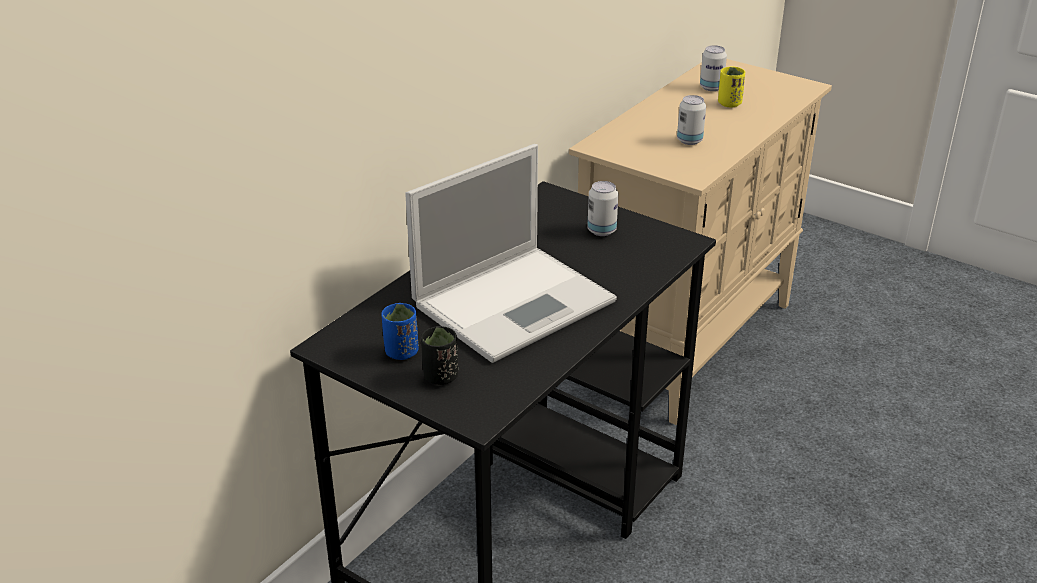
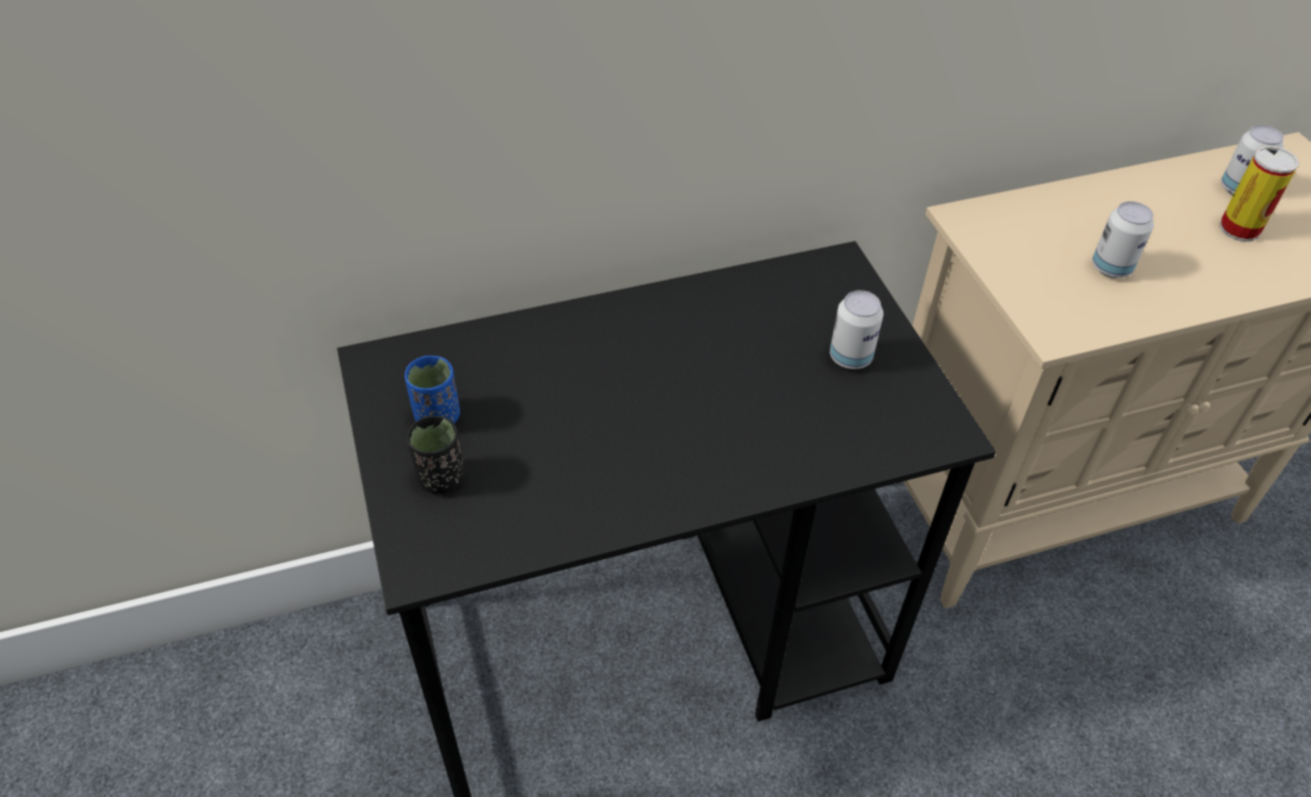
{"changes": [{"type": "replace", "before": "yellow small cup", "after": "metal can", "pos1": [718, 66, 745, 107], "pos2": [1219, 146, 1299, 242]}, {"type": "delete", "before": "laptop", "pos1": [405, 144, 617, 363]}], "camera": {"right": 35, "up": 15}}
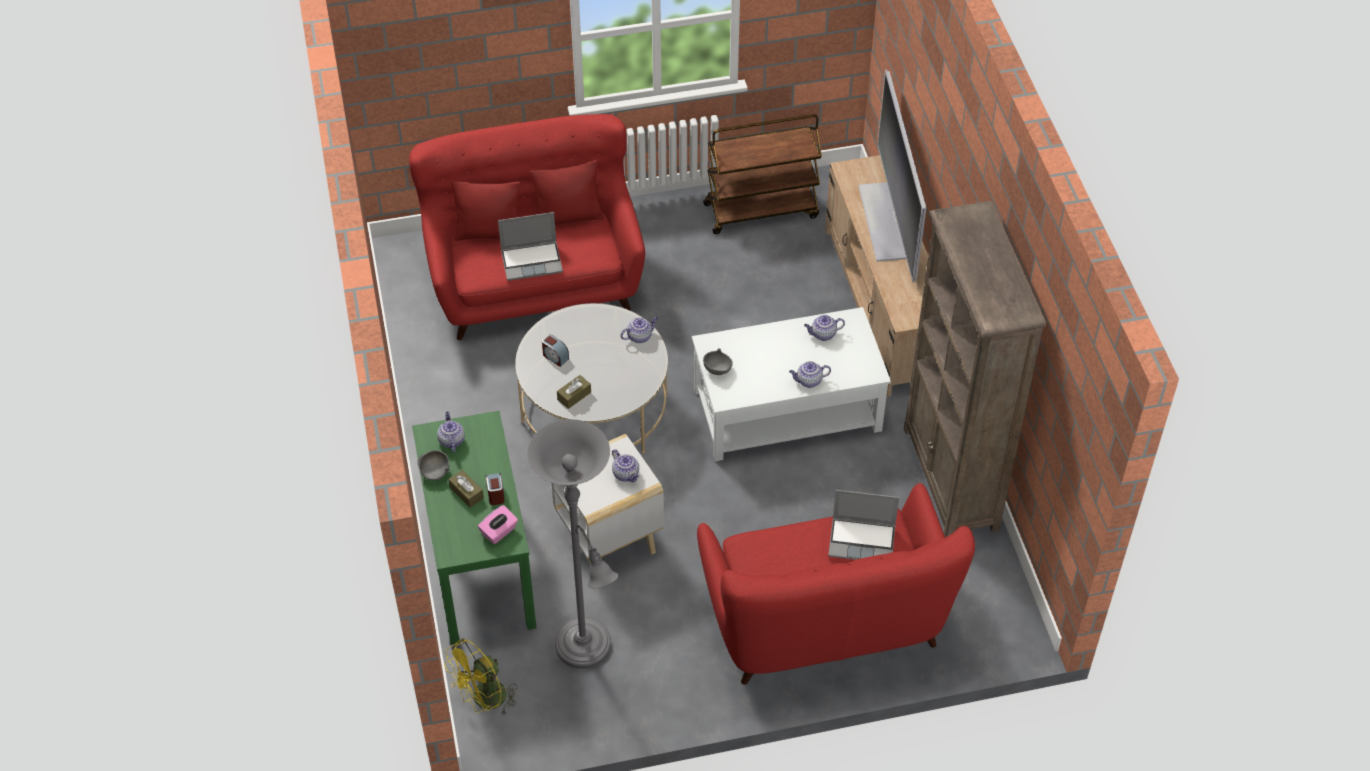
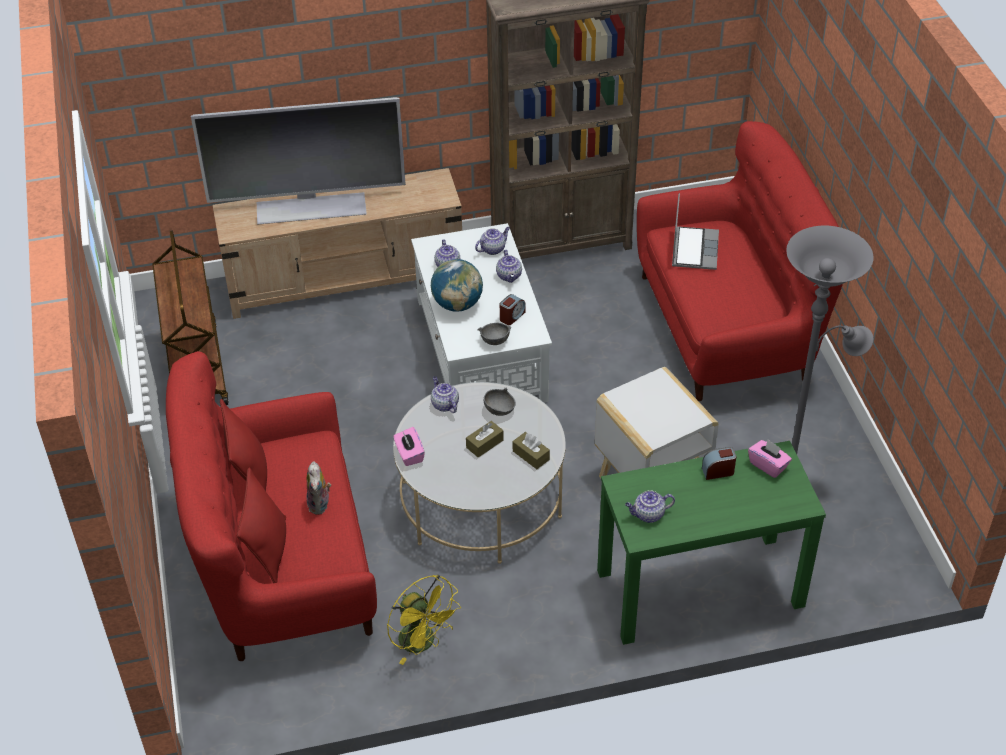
{"changes": [{"type": "replace", "before": "laptop", "after": "soft toy", "pos1": [498, 212, 563, 281], "pos2": [306, 462, 331, 515]}, {"type": "move", "before": "alarm clock", "pos1": [542, 334, 569, 367], "pos2": [500, 294, 526, 325]}, {"type": "move", "before": "teapot", "pos1": [612, 449, 639, 482], "pos2": [475, 227, 510, 255]}, {"type": "move", "before": "grey serving bowl", "pos1": [418, 450, 450, 481], "pos2": [484, 387, 516, 416]}, {"type": "move", "before": "brown-coloured tissue holder", "pos1": [448, 470, 484, 508], "pos2": [466, 421, 504, 458]}, {"type": "move", "before": "yellow fan", "pos1": [444, 638, 517, 717], "pos2": [387, 575, 461, 665]}, {"type": "insert", "after": "desk globe", "pos2": [431, 259, 483, 312]}, {"type": "insert", "after": "pinkish tissue holder", "pos2": [393, 427, 425, 466]}], "camera": {"right": -90, "up": -5}}
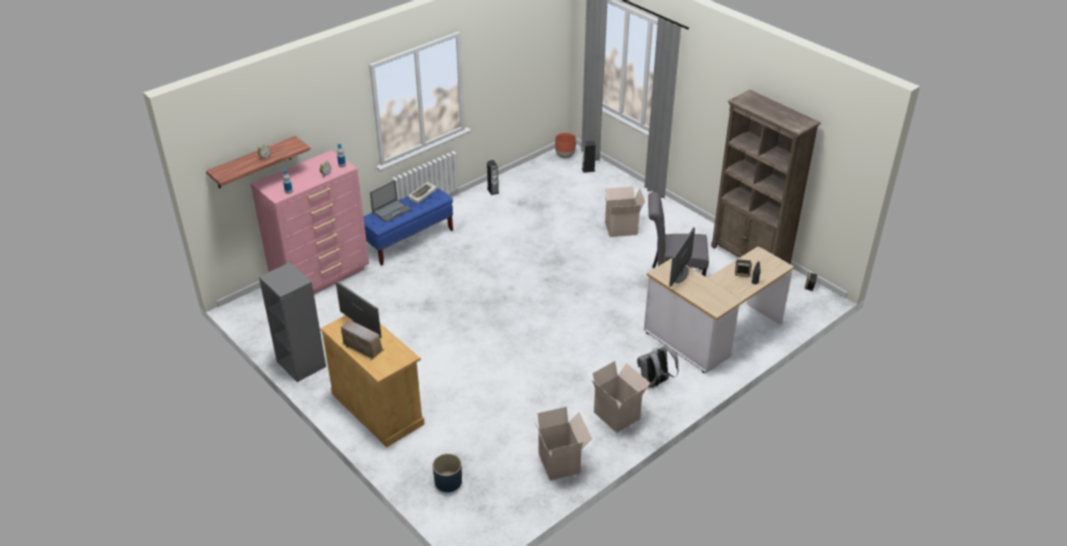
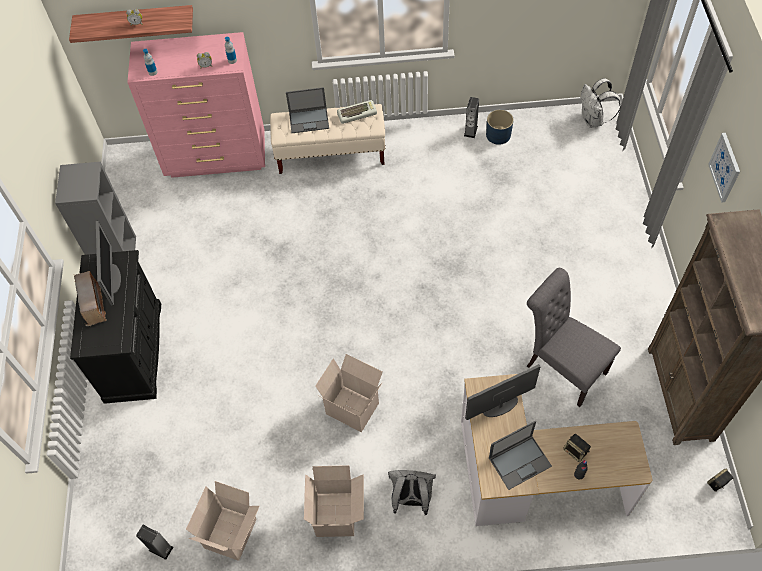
{"changes": [{"type": "replace", "before": "brown-coloured planter", "after": "whitish backpack", "pos1": [555, 133, 576, 158], "pos2": [581, 78, 621, 128]}, {"type": "move", "before": "speaker", "pos1": [582, 141, 596, 173], "pos2": [136, 524, 174, 560]}, {"type": "move", "before": "packing box", "pos1": [602, 187, 645, 237], "pos2": [315, 354, 383, 432]}, {"type": "recolor", "before": "blue indoor bench", "after": "beige indoor bench", "pos1": [363, 188, 453, 266], "pos2": [270, 104, 386, 174]}, {"type": "recolor", "before": "beige storage cabinet", "after": "black-coloured storage cabinet", "pos1": [320, 315, 425, 447], "pos2": [70, 250, 161, 404]}, {"type": "move", "before": "blue planter", "pos1": [433, 454, 462, 492], "pos2": [486, 110, 513, 145]}, {"type": "insert", "after": "picture", "pos2": [708, 133, 740, 203]}, {"type": "insert", "after": "laptop", "pos2": [489, 420, 552, 490]}], "camera": {"right": 40, "up": 20}}
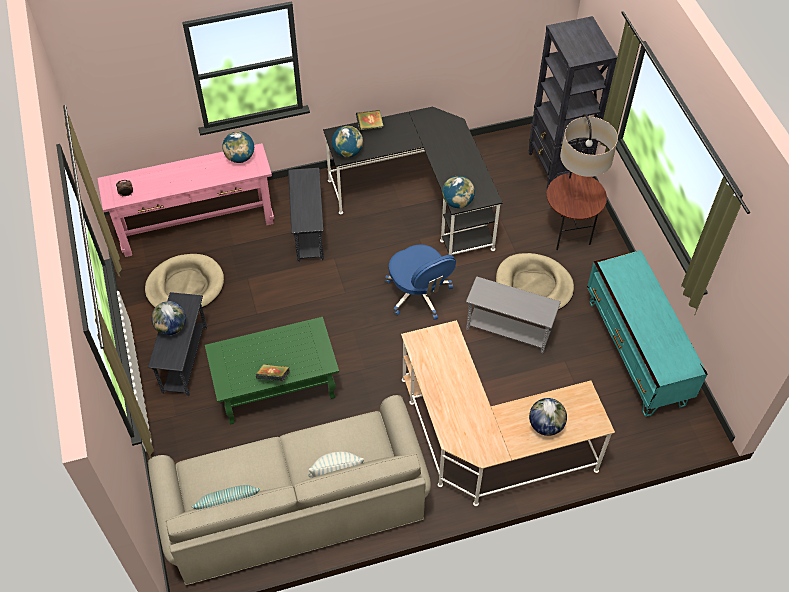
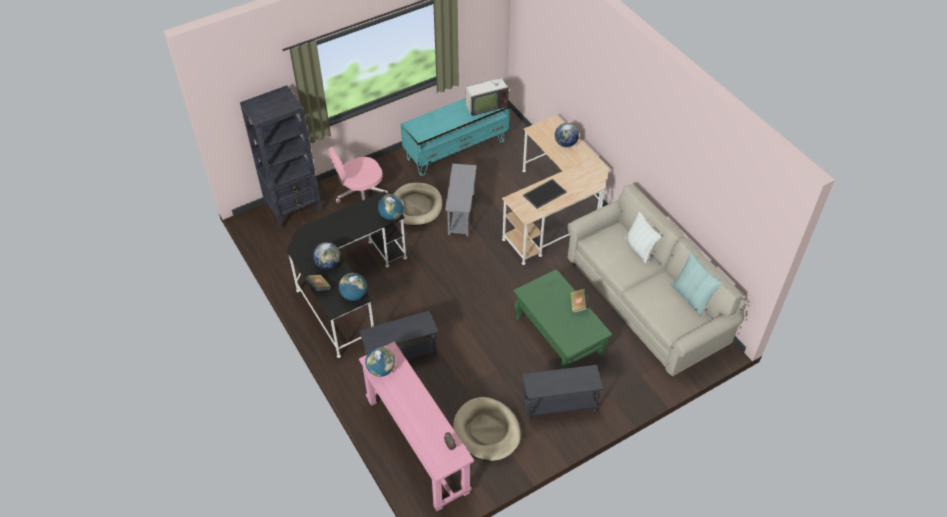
{"changes": [{"type": "replace", "before": "floor lamp", "after": "pinkish desk chair", "pos1": [547, 114, 618, 250], "pos2": [328, 147, 388, 203]}, {"type": "delete", "before": "blue desk chair", "pos1": [385, 244, 456, 320]}, {"type": "move", "before": "desk globe", "pos1": [151, 301, 186, 335], "pos2": [313, 242, 340, 269]}, {"type": "insert", "after": "television", "pos2": [465, 66, 508, 117]}, {"type": "insert", "after": "tray", "pos2": [523, 179, 567, 209]}], "camera": {"right": -105, "up": -5}}
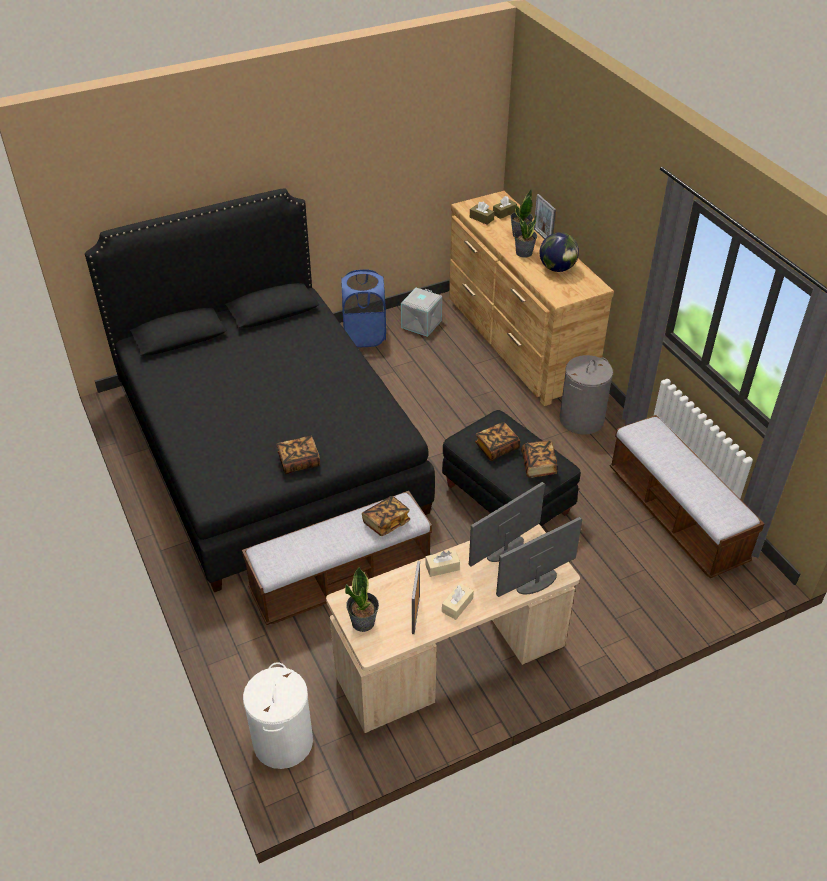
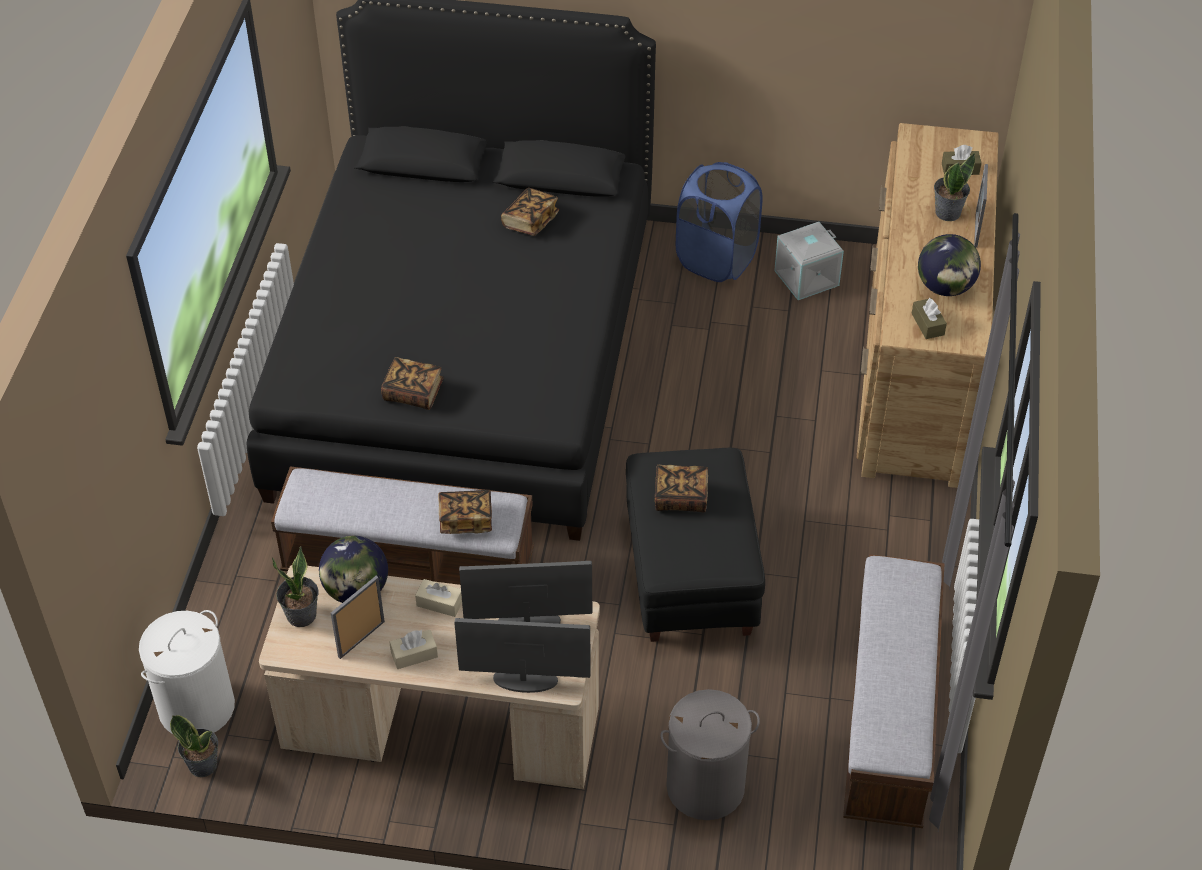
{"changes": [{"type": "move", "before": "brown-coloured tissue holder", "pos1": [470, 202, 494, 224], "pos2": [911, 298, 947, 339]}, {"type": "move", "before": "potted plant", "pos1": [514, 212, 537, 258], "pos2": [170, 715, 218, 777]}, {"type": "move", "before": "grey laundry basket", "pos1": [560, 355, 613, 435], "pos2": [660, 689, 760, 820]}, {"type": "move", "before": "bound book", "pos1": [521, 441, 557, 478], "pos2": [501, 188, 559, 236]}, {"type": "insert", "after": "desk globe", "pos2": [319, 535, 388, 603]}], "camera": {"right": 35, "up": 5}}
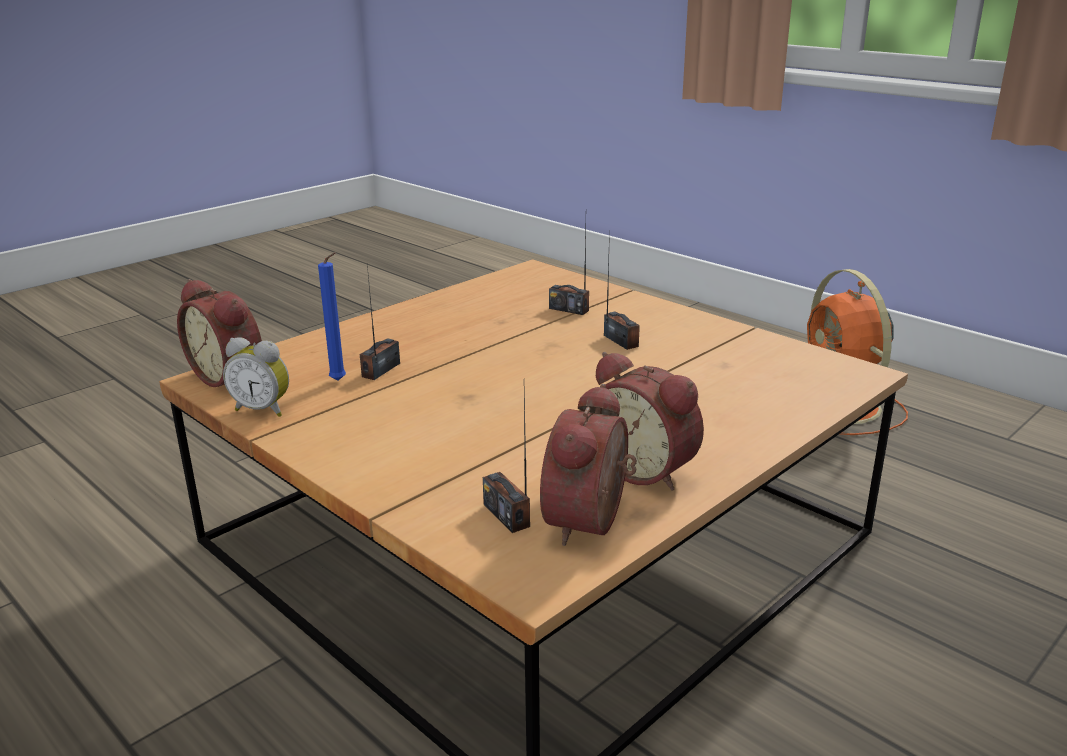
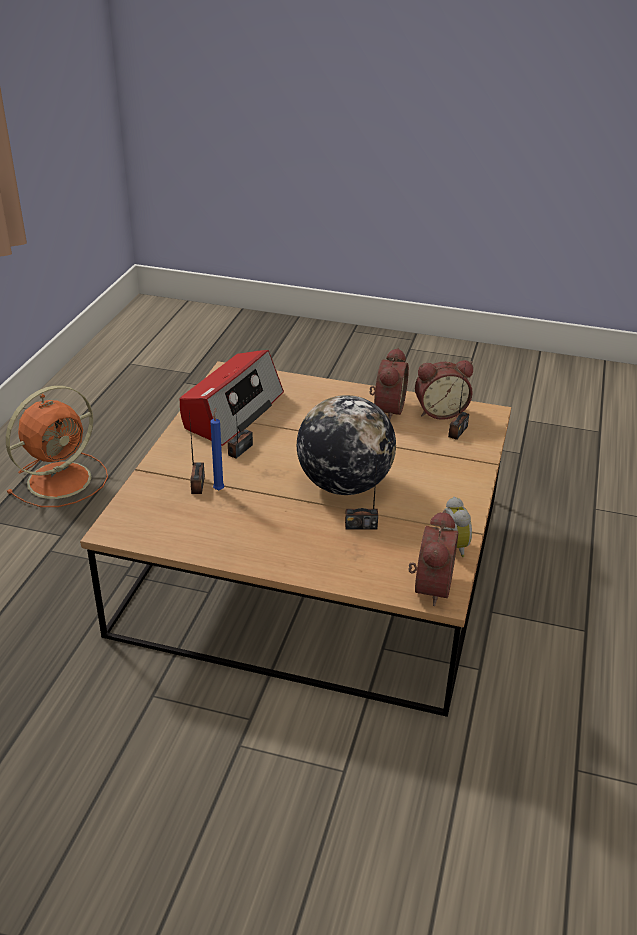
{"changes": [{"type": "move", "before": "blue wax candle", "pos1": [318, 252, 346, 381], "pos2": [210, 408, 224, 490]}, {"type": "insert", "after": "radio receiver", "pos2": [180, 350, 284, 446]}, {"type": "insert", "after": "desk globe", "pos2": [297, 395, 396, 495]}], "camera": {"right": -120, "up": 10}}
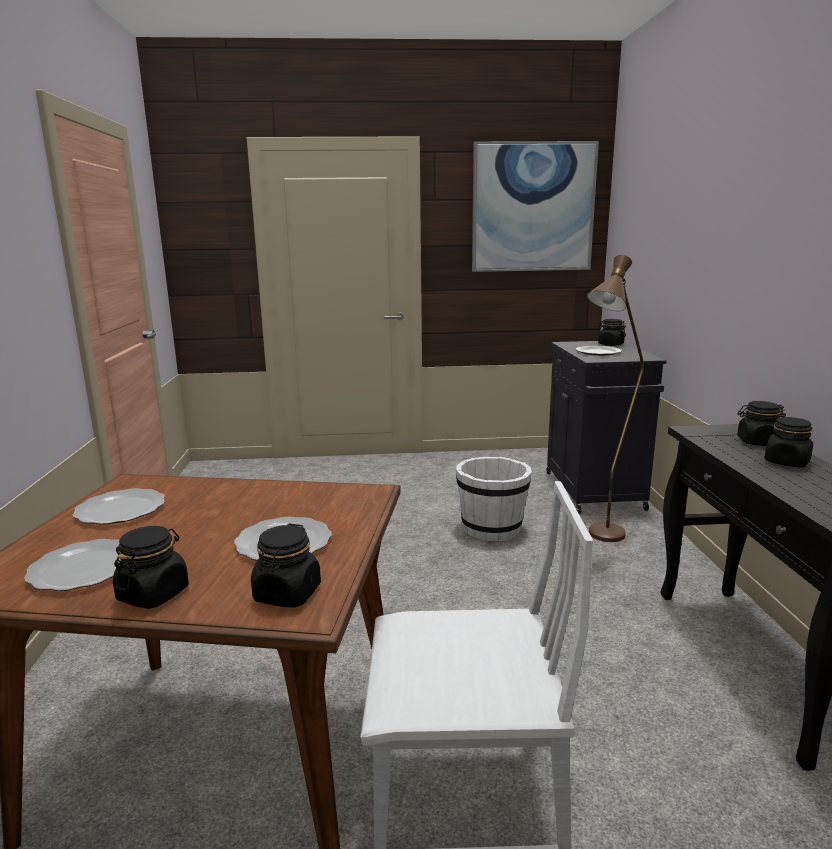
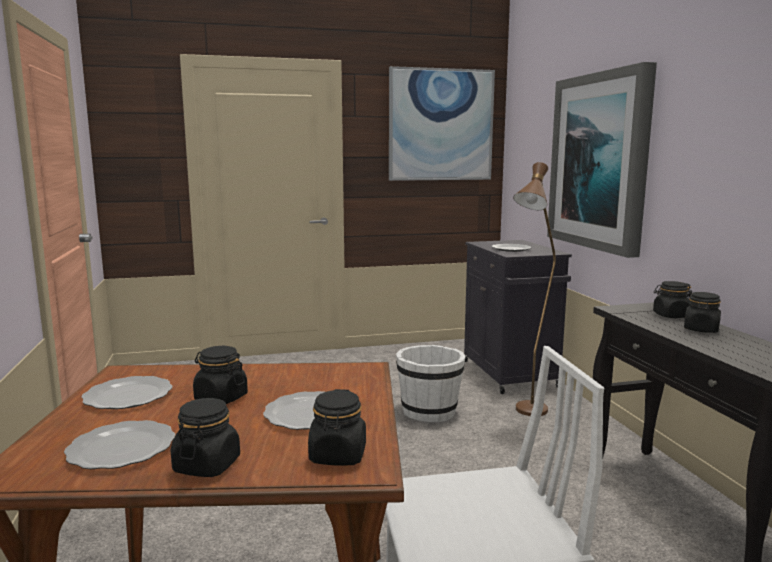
{"changes": [{"type": "move", "before": "black-coloured storage jar", "pos1": [598, 319, 626, 346], "pos2": [193, 346, 248, 404]}, {"type": "insert", "after": "picture", "pos2": [547, 62, 657, 258]}], "camera": {"right": -10, "up": -5}}
